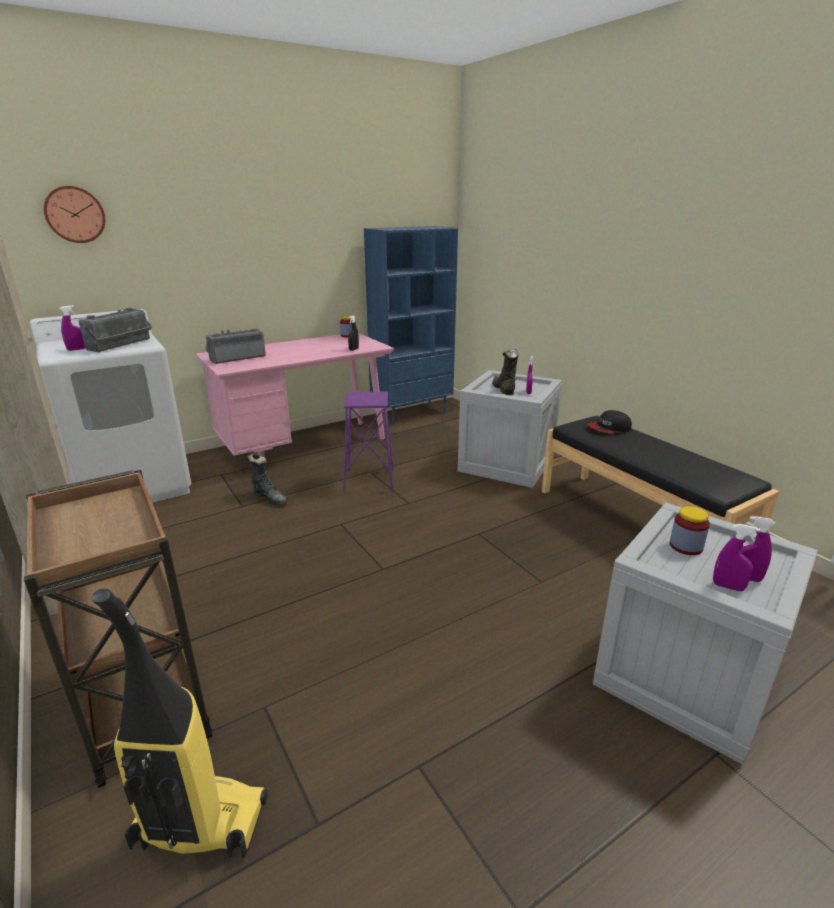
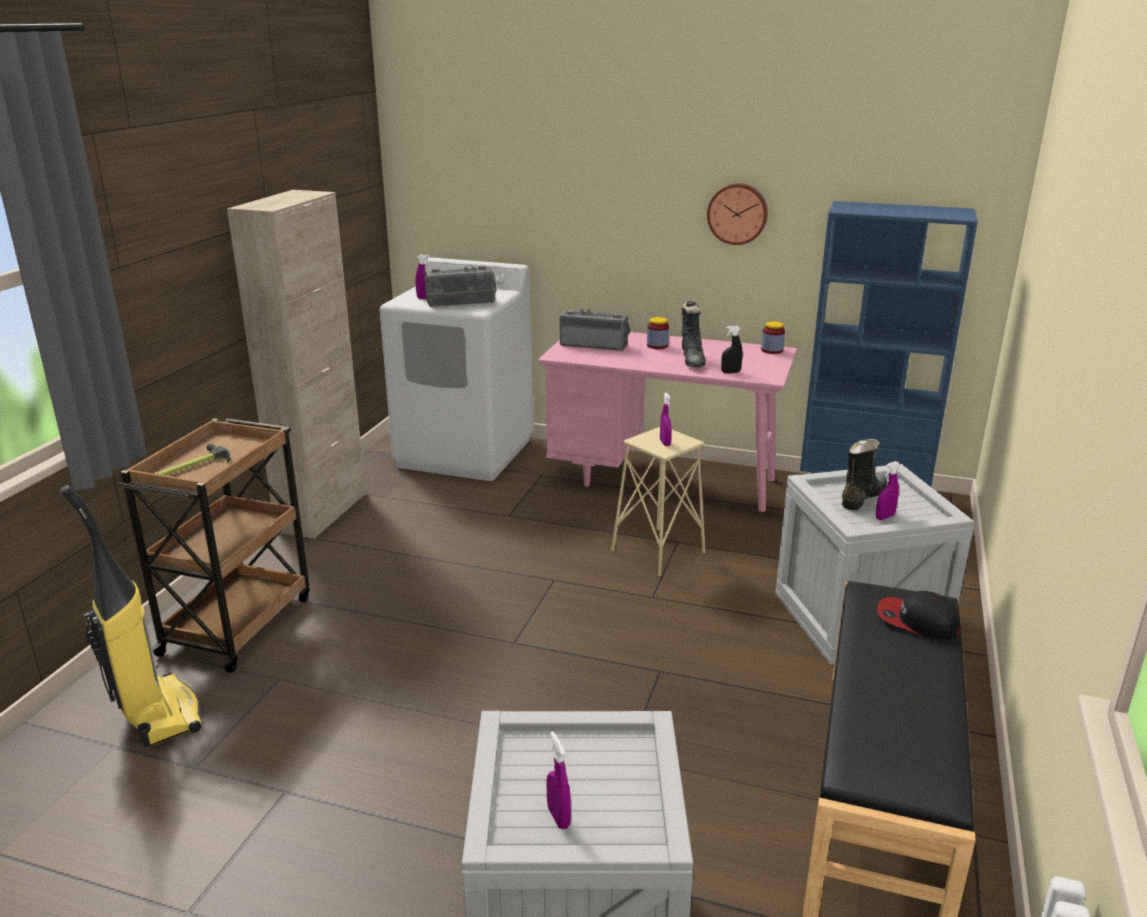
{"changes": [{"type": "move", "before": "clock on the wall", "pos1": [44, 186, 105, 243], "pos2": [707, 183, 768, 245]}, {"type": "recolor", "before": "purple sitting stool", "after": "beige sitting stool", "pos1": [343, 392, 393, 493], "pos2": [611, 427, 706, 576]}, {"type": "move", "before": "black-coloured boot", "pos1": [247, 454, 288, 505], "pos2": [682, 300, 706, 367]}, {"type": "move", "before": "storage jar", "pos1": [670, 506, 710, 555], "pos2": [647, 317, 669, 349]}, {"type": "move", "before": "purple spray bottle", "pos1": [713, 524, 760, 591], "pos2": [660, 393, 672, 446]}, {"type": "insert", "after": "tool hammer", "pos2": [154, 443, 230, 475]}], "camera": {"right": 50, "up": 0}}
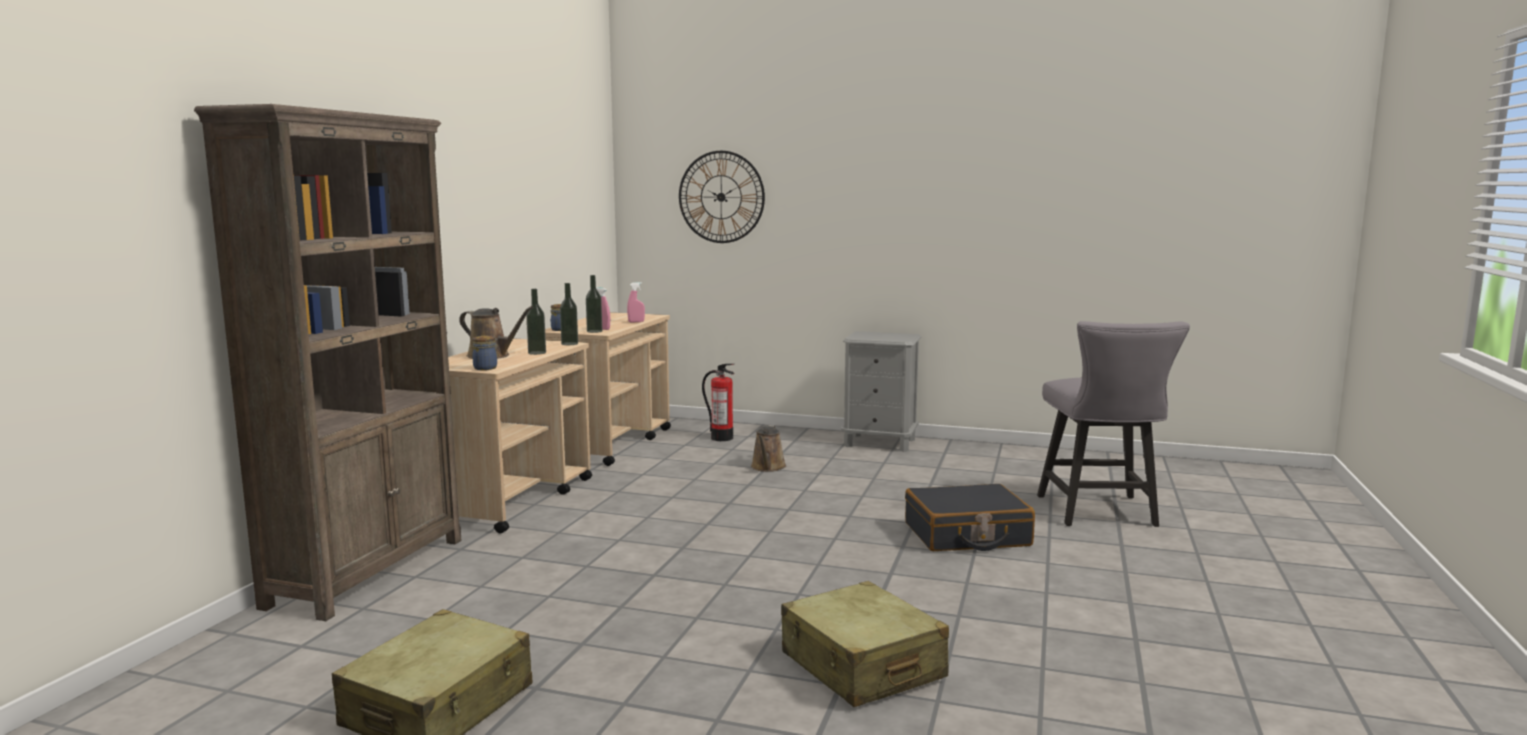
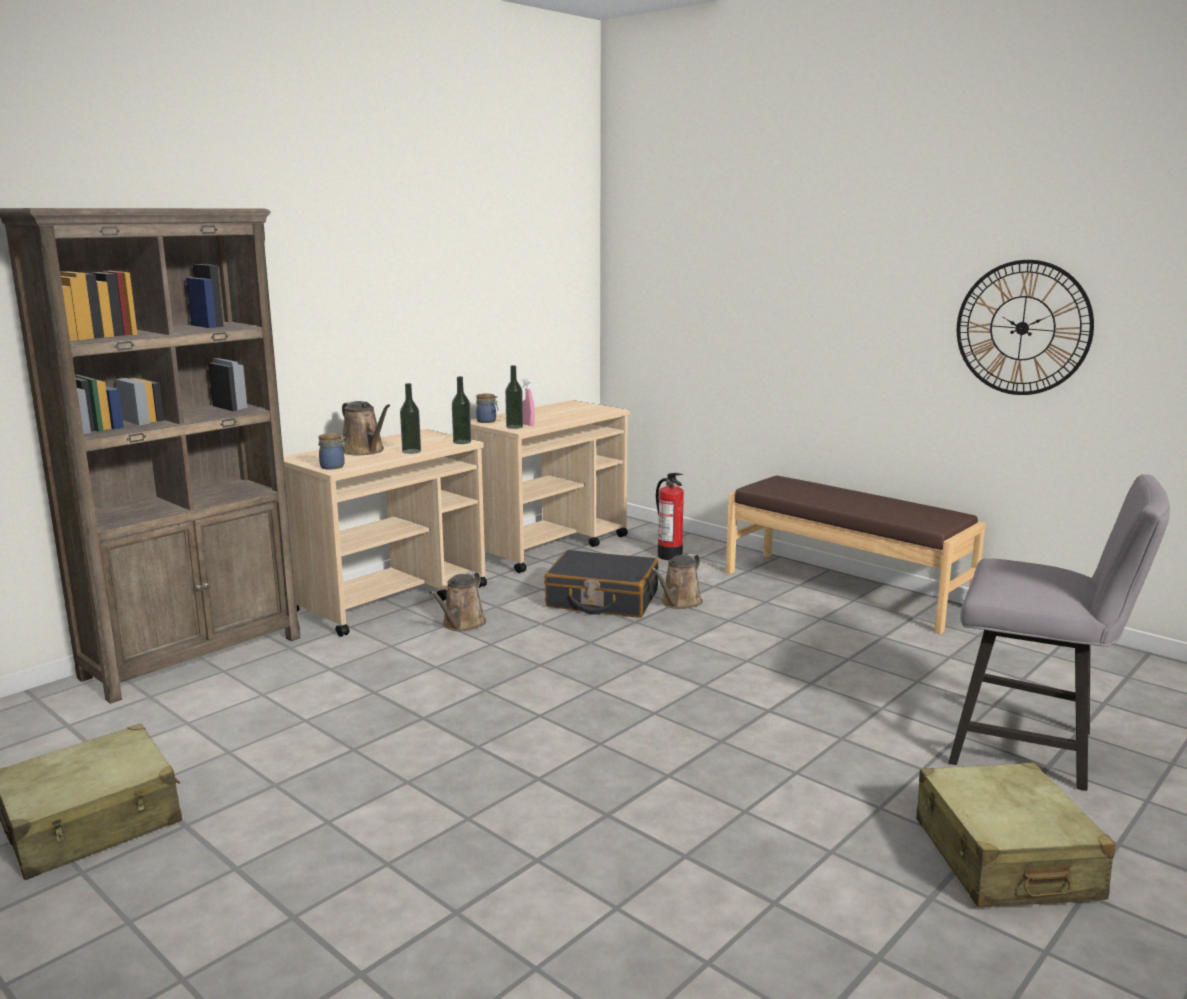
{"changes": [{"type": "move", "before": "clock on the wall", "pos1": [679, 151, 765, 243], "pos2": [957, 260, 1094, 395]}, {"type": "delete", "before": "pinkish spray bottle", "pos1": [627, 282, 645, 323]}, {"type": "rotate", "before": "grey upright chair", "pos1": [1037, 321, 1190, 527], "pos2": [949, 474, 1170, 791], "turn": -90}, {"type": "replace", "before": "grey bedside table", "after": "brown-coloured indoor bench", "pos1": [841, 331, 921, 452], "pos2": [726, 475, 986, 634]}, {"type": "move", "before": "black-coloured suitcase", "pos1": [905, 484, 1035, 551], "pos2": [544, 550, 658, 618]}, {"type": "move", "before": "beige suitcase", "pos1": [781, 581, 949, 707], "pos2": [916, 762, 1116, 907]}, {"type": "insert", "after": "brown-coloured sprinkling can", "pos2": [429, 571, 486, 631]}], "camera": {"right": 25, "up": 5}}
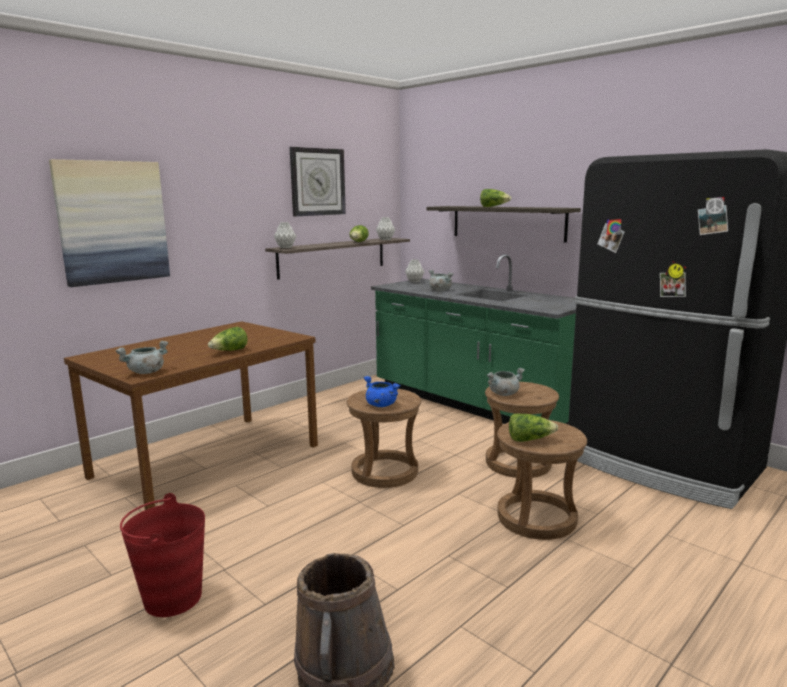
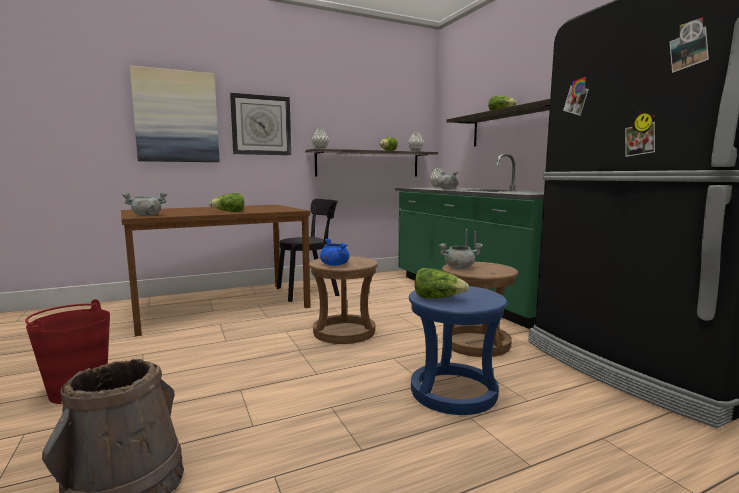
{"changes": [{"type": "move", "before": "clock on the wall", "pos1": [290, 147, 346, 216], "pos2": [230, 93, 291, 155]}, {"type": "recolor", "before": "brown-coloured sitting stool", "after": "blue sitting stool", "pos1": [497, 420, 587, 540], "pos2": [409, 286, 507, 415]}, {"type": "insert", "after": "black-coloured upright chair", "pos2": [277, 199, 340, 302]}], "camera": {"right": 20, "up": -5}}
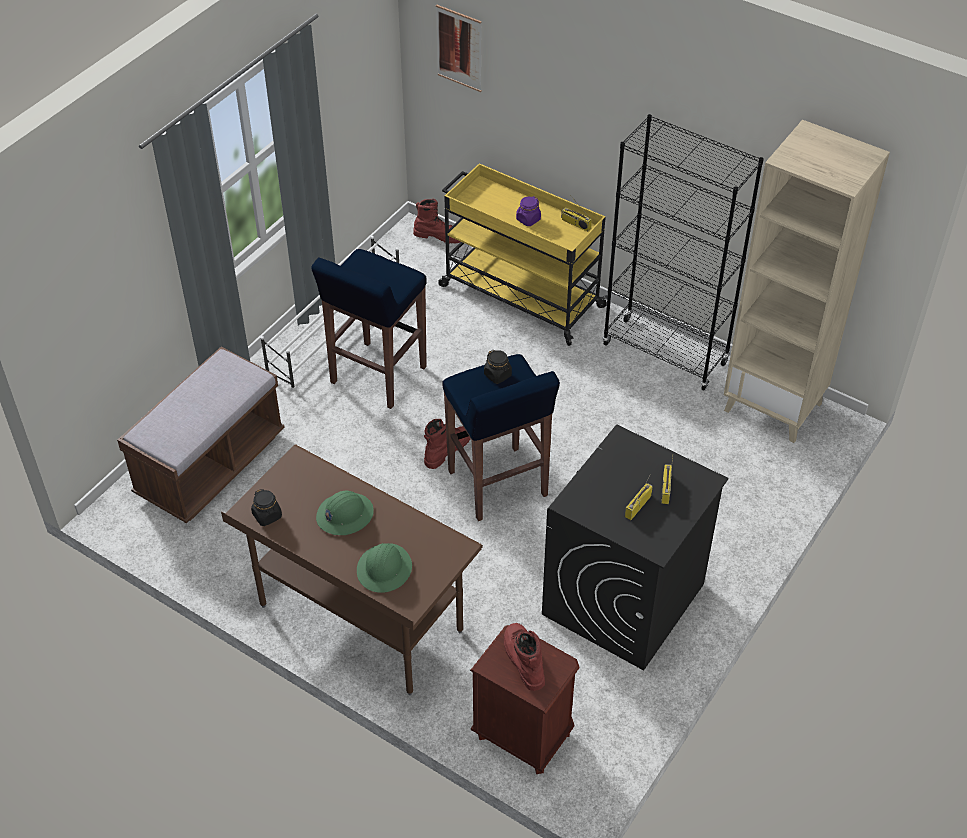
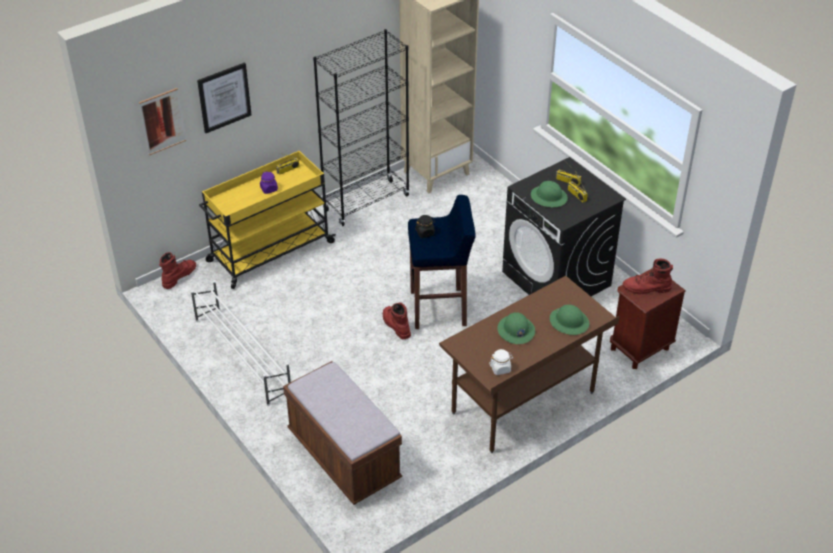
{"changes": [{"type": "delete", "before": "blue sitting stool", "pos1": [311, 249, 427, 409]}, {"type": "recolor", "before": "black-coloured storage jar", "after": "whitish storage jar", "pos1": [251, 489, 282, 526], "pos2": [489, 349, 513, 375]}, {"type": "insert", "after": "picture", "pos2": [197, 62, 252, 133]}, {"type": "insert", "after": "green safety helmet", "pos2": [531, 181, 568, 207]}], "camera": {"right": -70, "up": -5}}
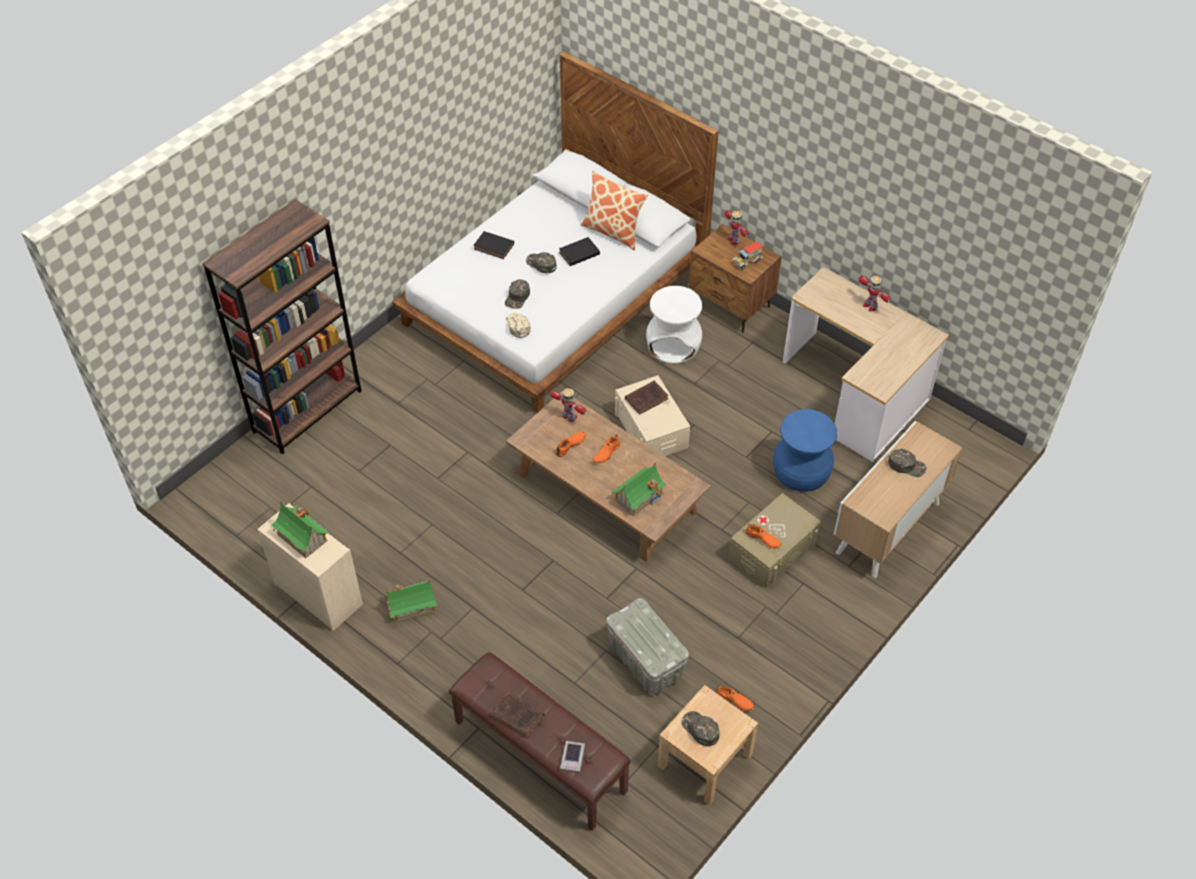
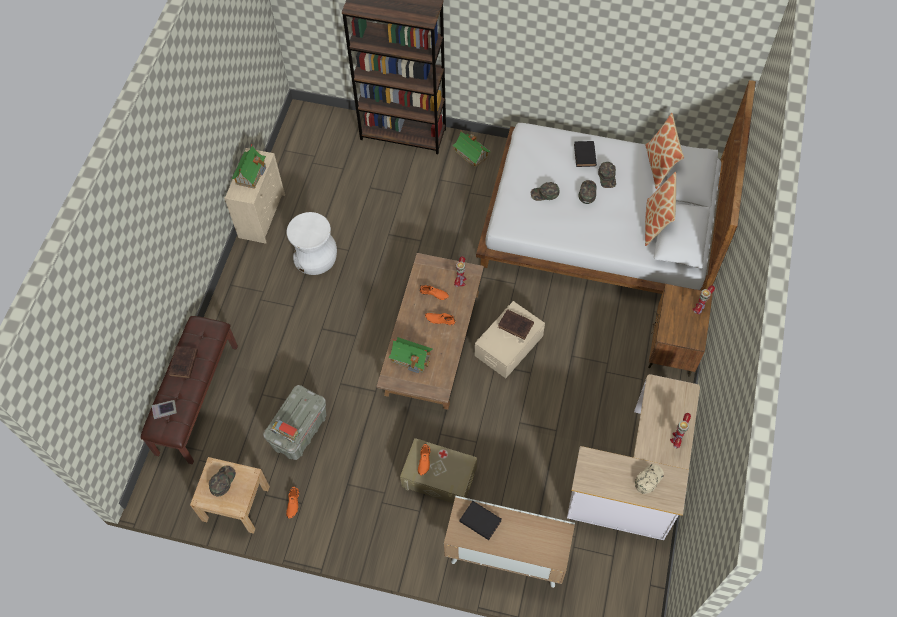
{"changes": [{"type": "move", "before": "black-coloured bound book", "pos1": [559, 237, 600, 266], "pos2": [459, 501, 502, 540]}, {"type": "move", "before": "toy lorry", "pos1": [733, 242, 763, 270], "pos2": [270, 420, 300, 442]}, {"type": "move", "before": "whitish sitting stool", "pos1": [646, 286, 702, 364], "pos2": [287, 212, 337, 275]}, {"type": "move", "before": "beige cap", "pos1": [506, 313, 531, 338], "pos2": [635, 464, 664, 494]}, {"type": "delete", "before": "blue sitting stool", "pos1": [773, 409, 837, 492]}, {"type": "move", "before": "green cap", "pos1": [888, 449, 927, 477], "pos2": [598, 162, 616, 188]}, {"type": "move", "before": "model house", "pos1": [384, 580, 438, 623], "pos2": [453, 130, 490, 168]}, {"type": "insert", "after": "throw pillow", "pos2": [645, 113, 684, 189]}], "camera": {"right": 65, "up": 10}}
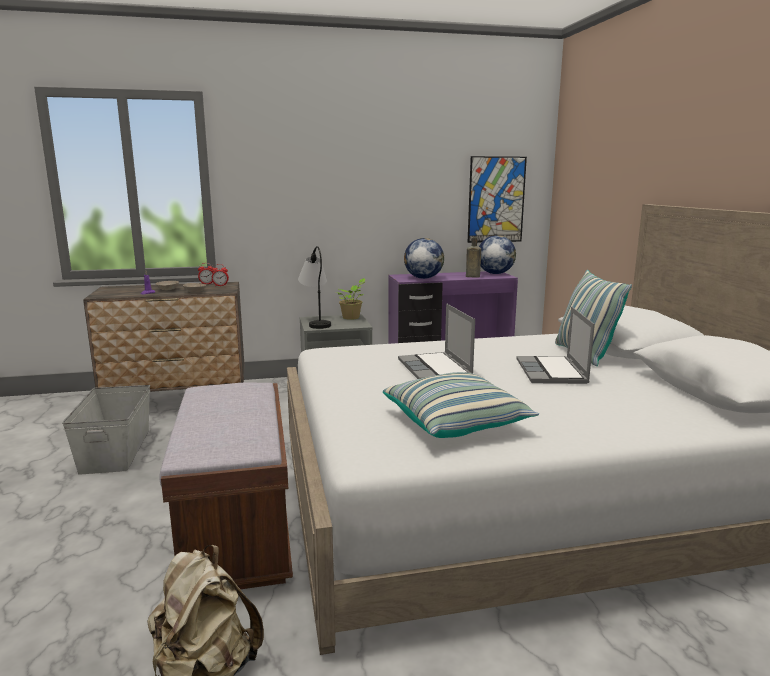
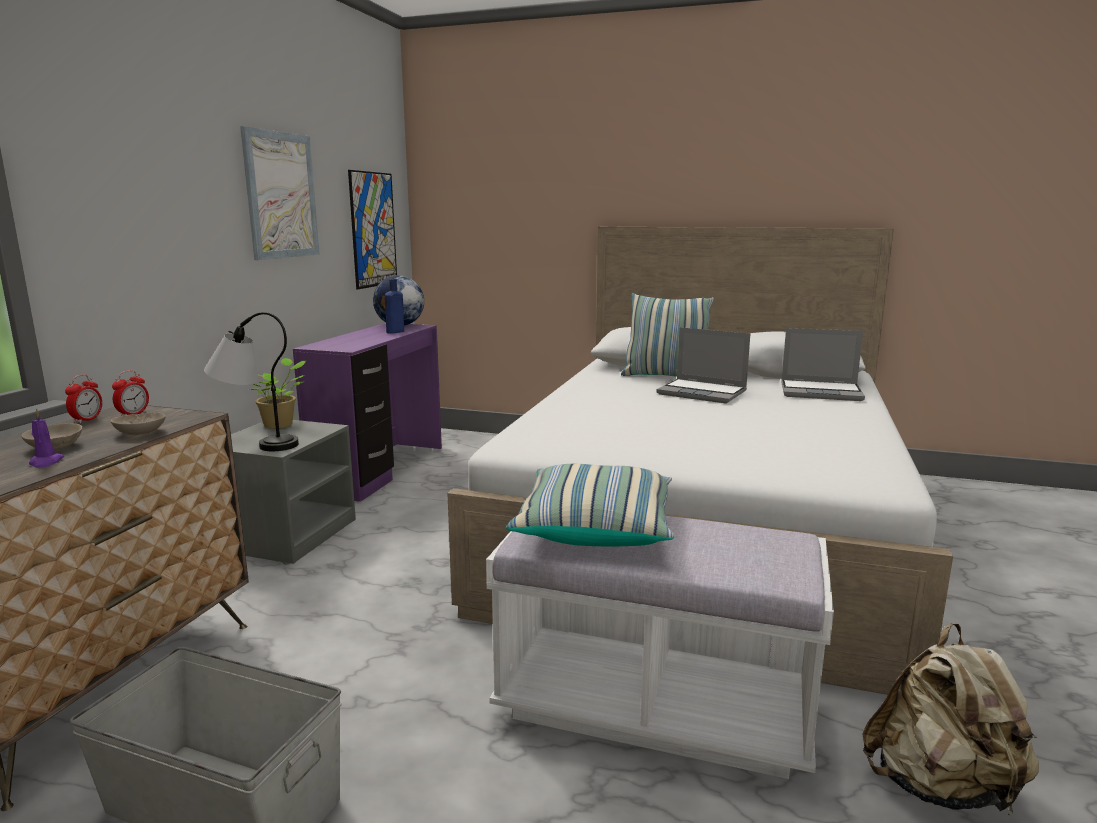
{"changes": [{"type": "recolor", "before": "brown-coloured drink bottle", "after": "blue drink bottle", "pos1": [466, 237, 481, 278], "pos2": [385, 279, 404, 334]}, {"type": "delete", "before": "desk globe", "pos1": [404, 238, 444, 279]}, {"type": "move", "before": "laptop", "pos1": [398, 304, 475, 379], "pos2": [781, 328, 865, 401]}, {"type": "move", "before": "throw pillow", "pos1": [383, 372, 539, 438], "pos2": [506, 463, 674, 547]}, {"type": "recolor", "before": "brown-coloured indoor bench", "after": "whitish indoor bench", "pos1": [159, 382, 293, 589], "pos2": [486, 516, 834, 779]}, {"type": "insert", "after": "picture", "pos2": [240, 126, 320, 260]}], "camera": {"right": -60, "up": 0}}
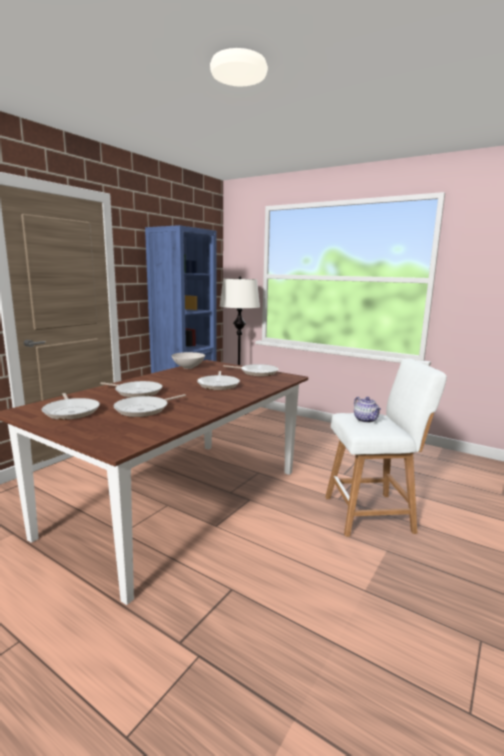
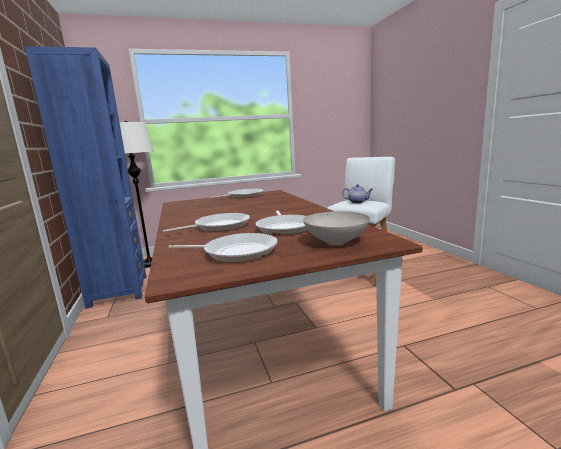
{"changes": [{"type": "move", "before": "whitish serving bowl", "pos1": [171, 352, 205, 369], "pos2": [303, 211, 370, 245]}, {"type": "delete", "before": "pan", "pos1": [197, 371, 240, 390]}], "camera": {"right": -50, "up": 0}}
